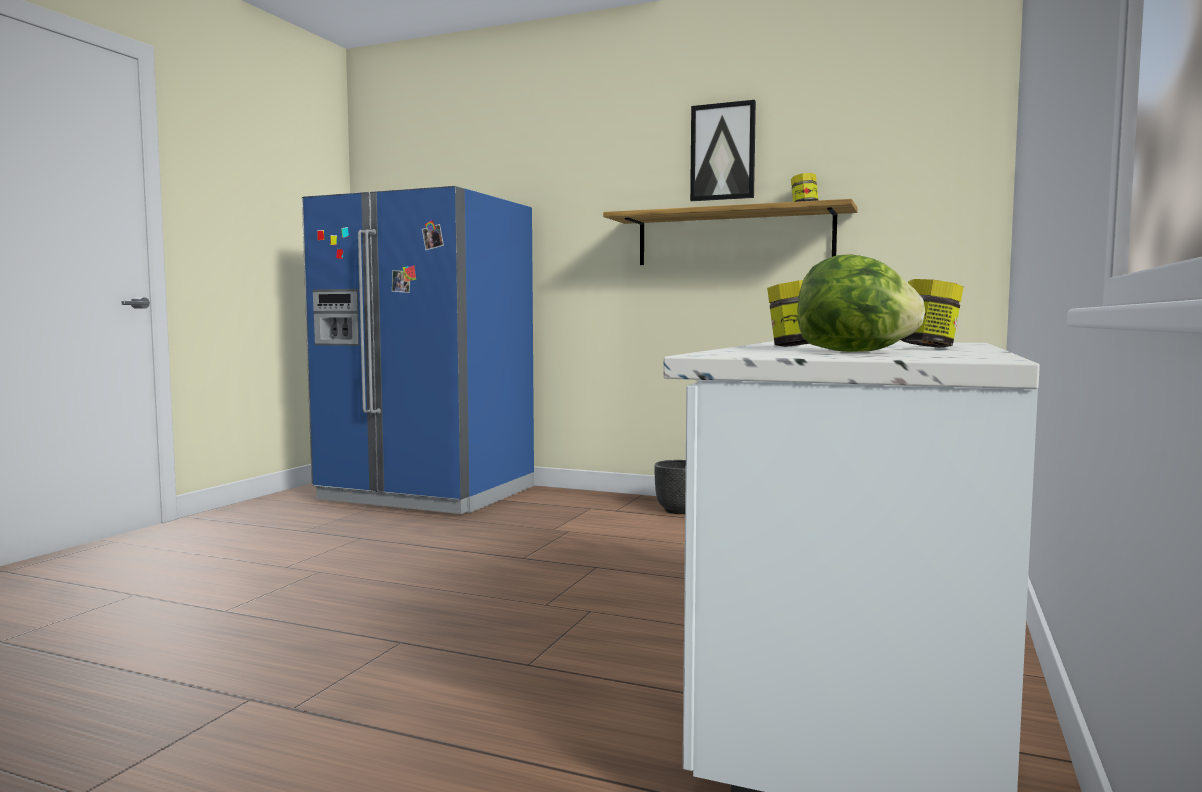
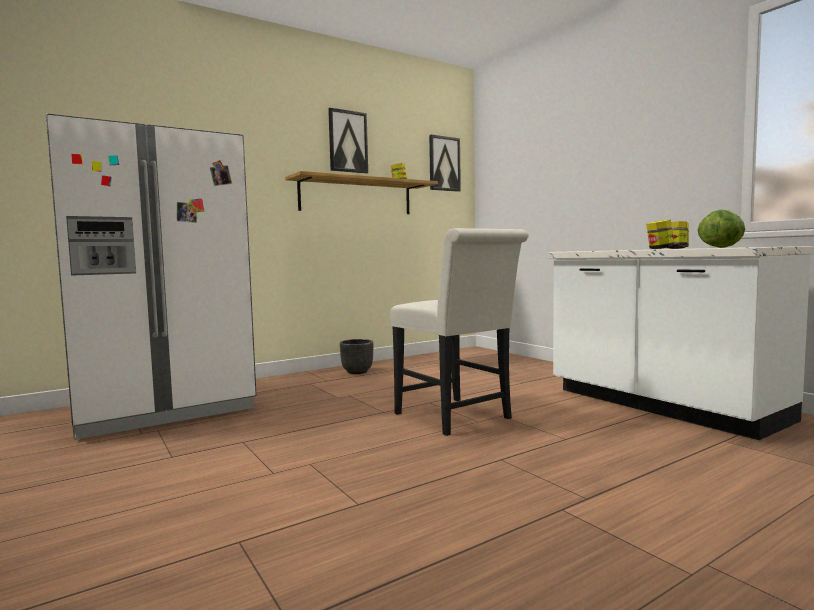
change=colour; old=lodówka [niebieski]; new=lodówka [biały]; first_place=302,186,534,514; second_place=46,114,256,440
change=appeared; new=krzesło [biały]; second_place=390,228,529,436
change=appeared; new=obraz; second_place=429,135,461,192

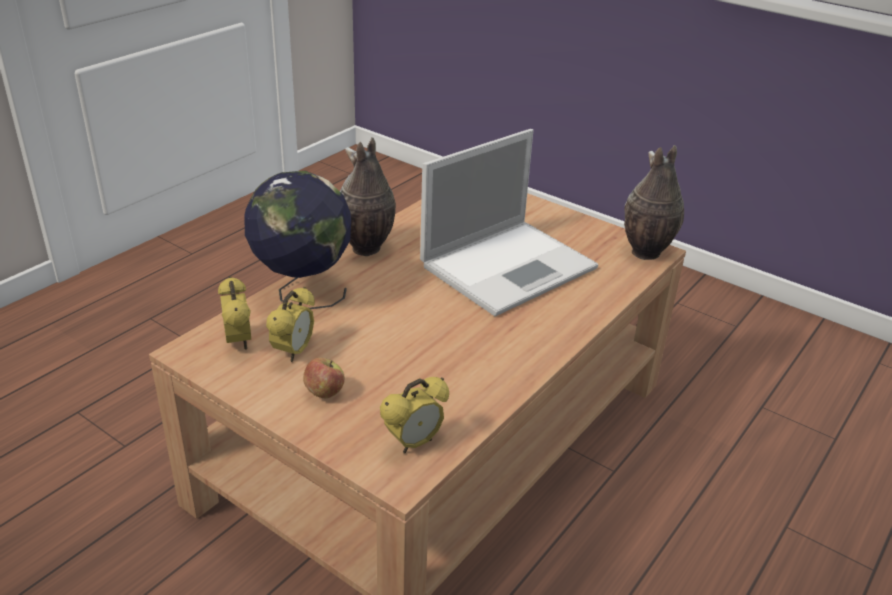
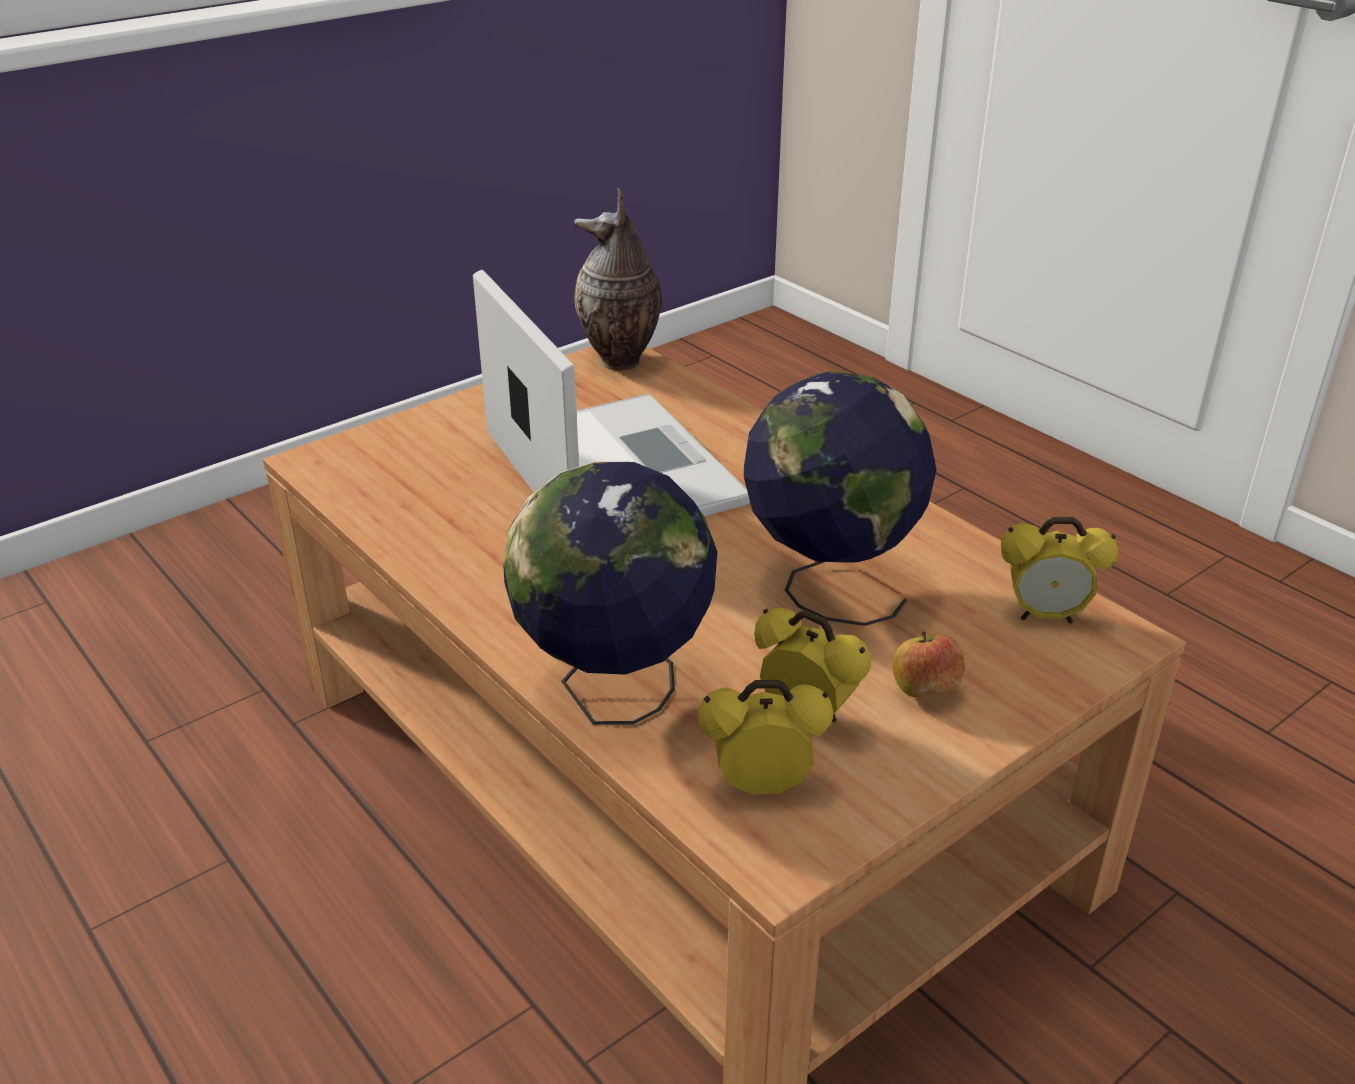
change=missing; old=wazon; first_place=340,137,396,256
change=spun; old=budzik; first_place=380,377,449,453; second_place=1000,517,1118,623; degrees=120
change=appeared; new=globus; second_place=744,371,937,626

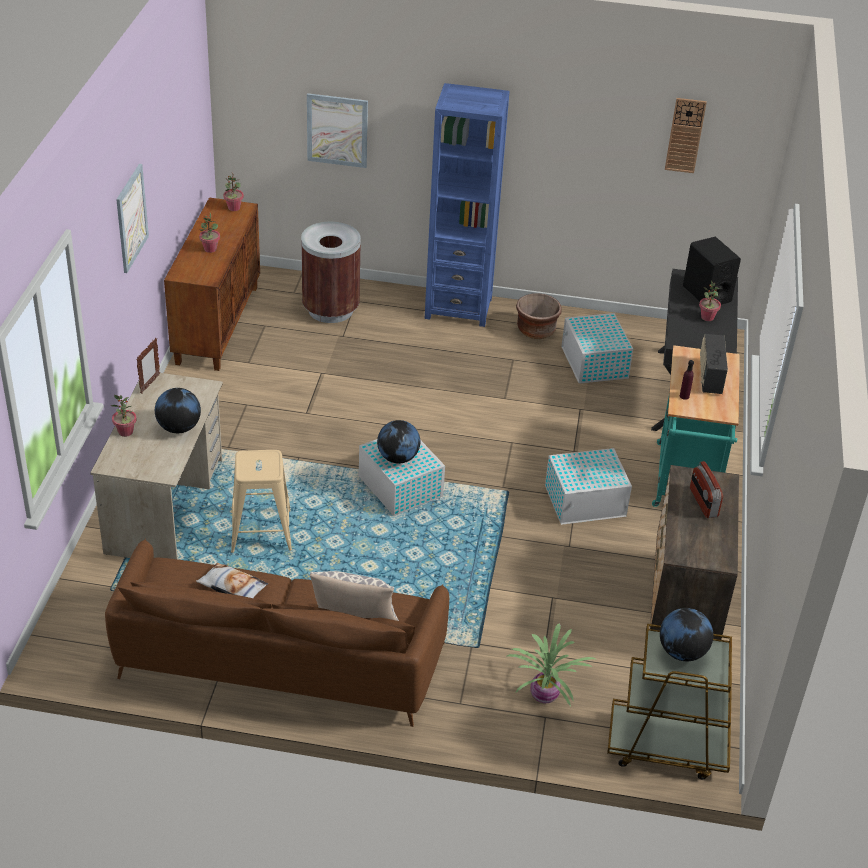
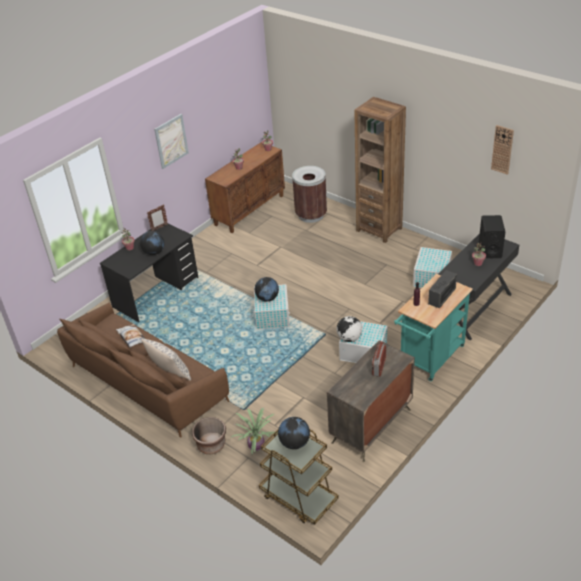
change=colour; old=biurko [beżowy]; new=biurko [czarny]; first_place=90,373,223,559; second_place=100,224,199,322
change=missing; old=stołek [beżowy]; first_place=231,450,292,553
change=missing; old=obraz; first_place=307,93,368,168
change=colour; old=regał [niebieski]; new=regał [brązowy]; first_place=425,83,510,327; second_place=354,97,406,243
change=relocated; old=donica [brązowy]; first_place=516,293,562,339; second_place=192,417,226,454
change=appeared; new=globus; second_place=336,316,362,342

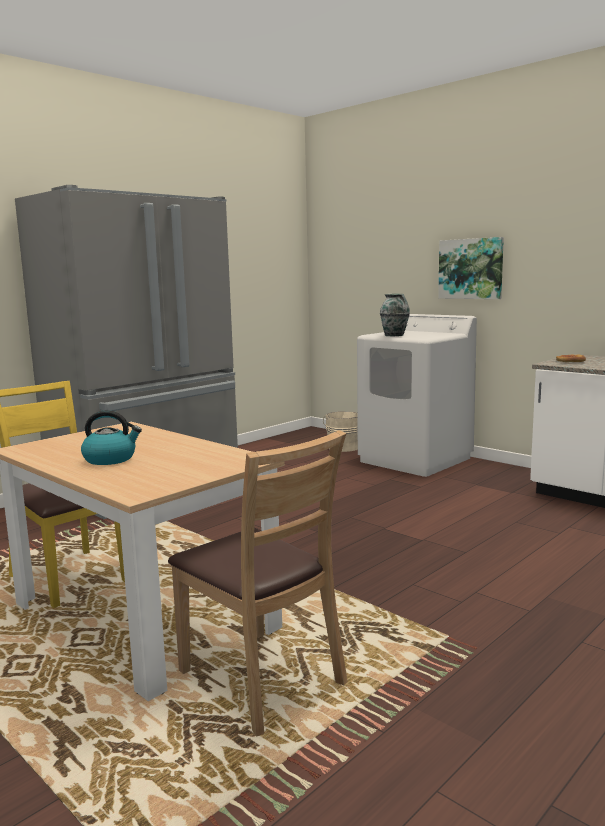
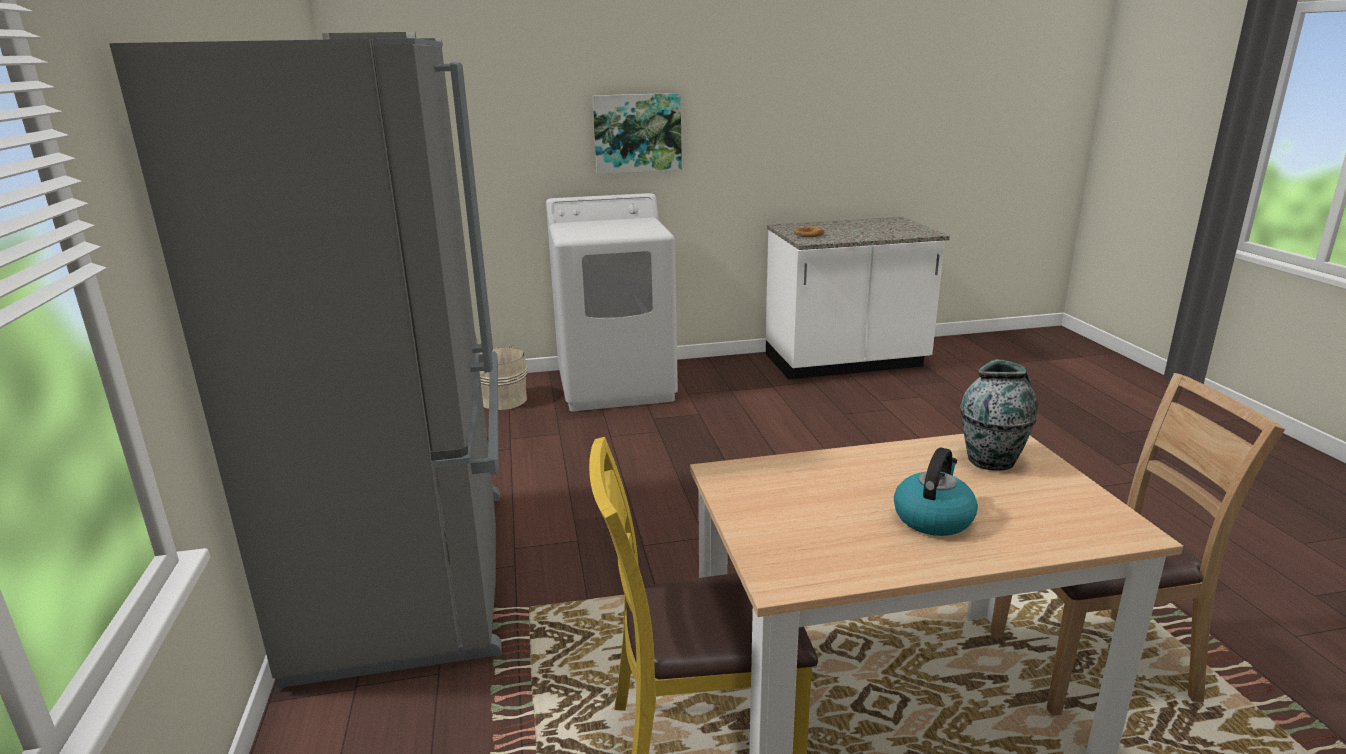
change=relocated; old=wazon; first_place=380,294,410,336; second_place=960,359,1038,471

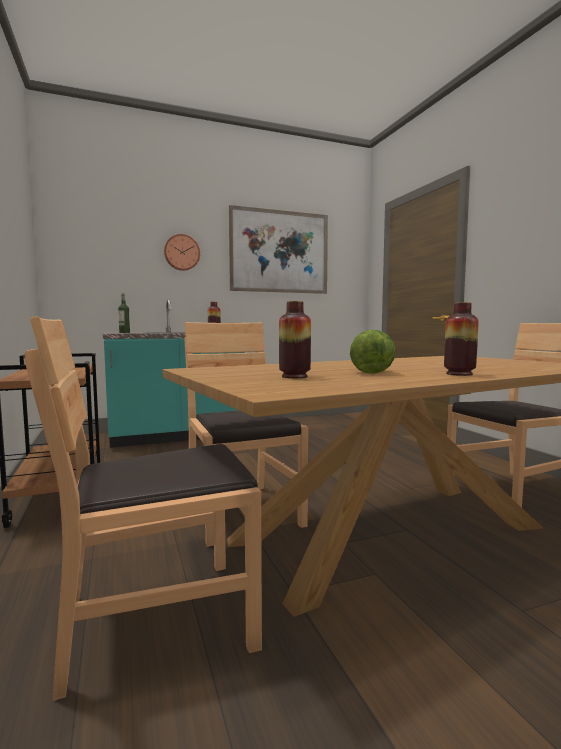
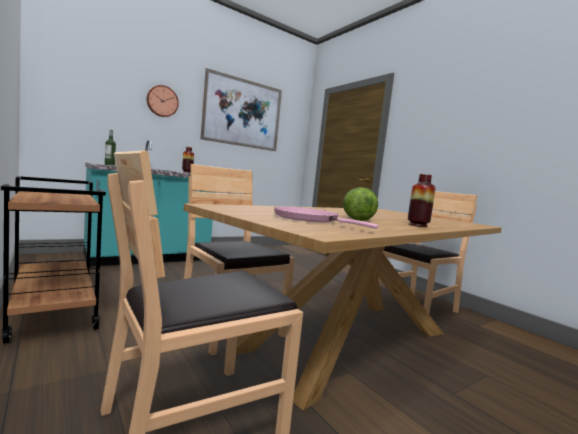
change=exchanged; old=wazon; new=patelnia [różowy]; first_place=279,301,311,378; second_place=274,207,379,229

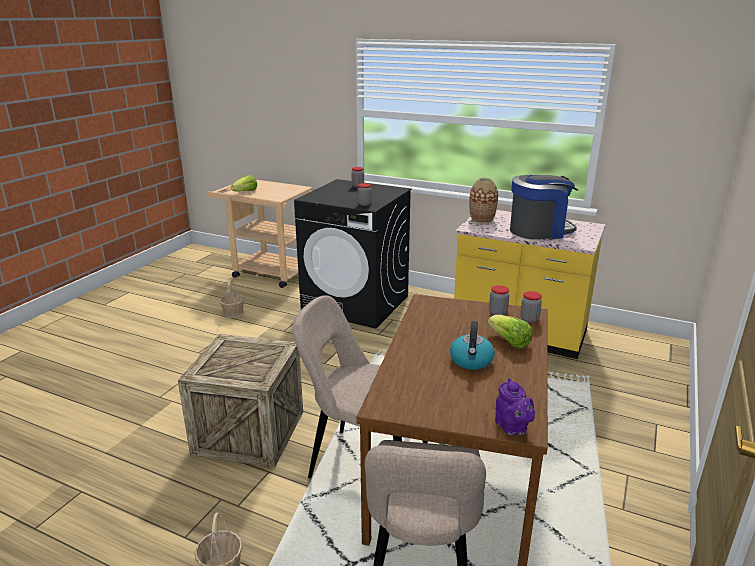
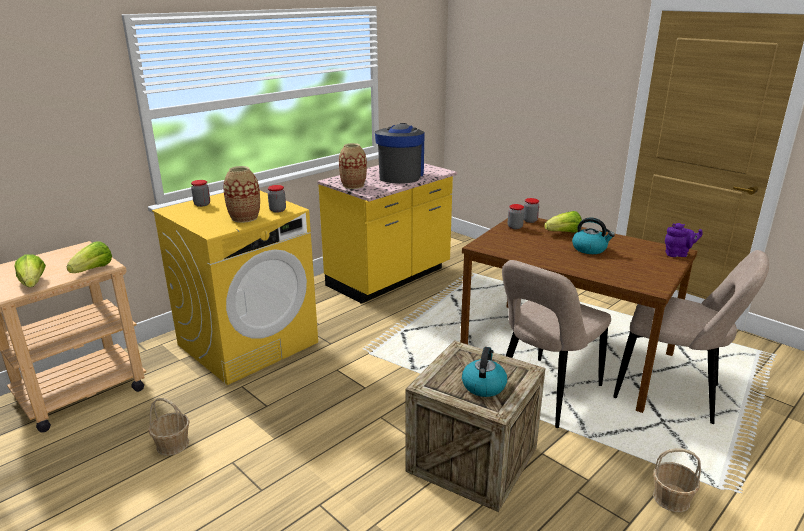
change=colour; old=pralka [czarny]; new=pralka [żółty]; first_place=294,179,412,329; second_place=152,191,318,385
change=appeared; new=sałata; second_place=67,241,112,273
change=appeared; new=wazon; second_place=223,166,260,223
change=appeared; new=czajnik; second_place=462,347,507,397

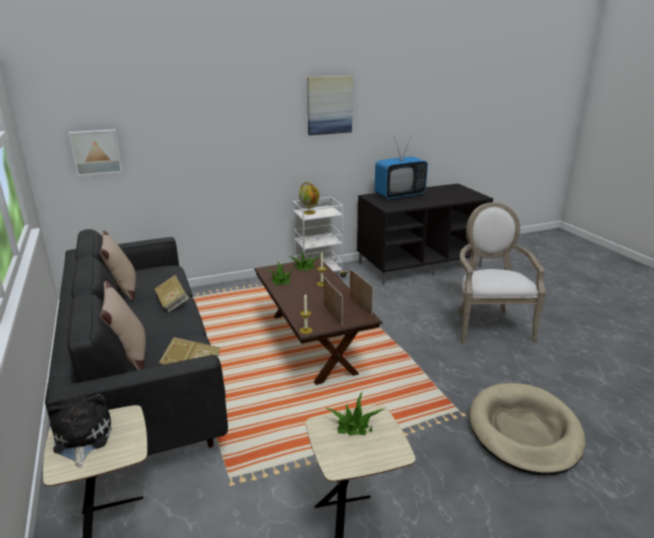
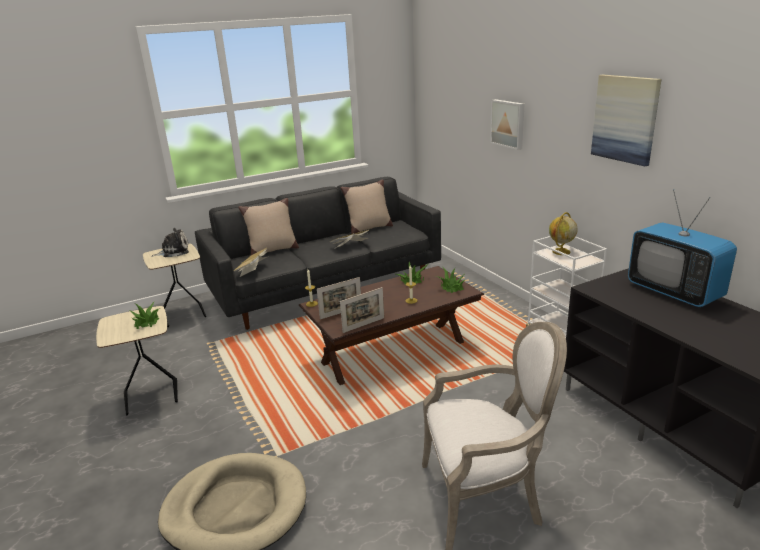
change=relocated; old=obraz; first_place=69,129,122,176; second_place=490,99,524,150

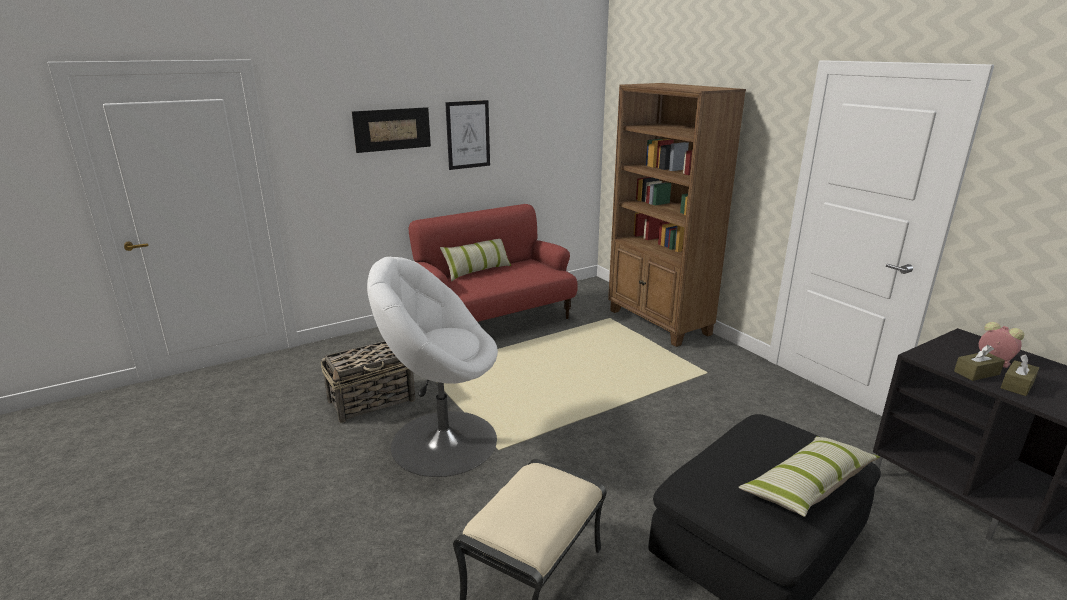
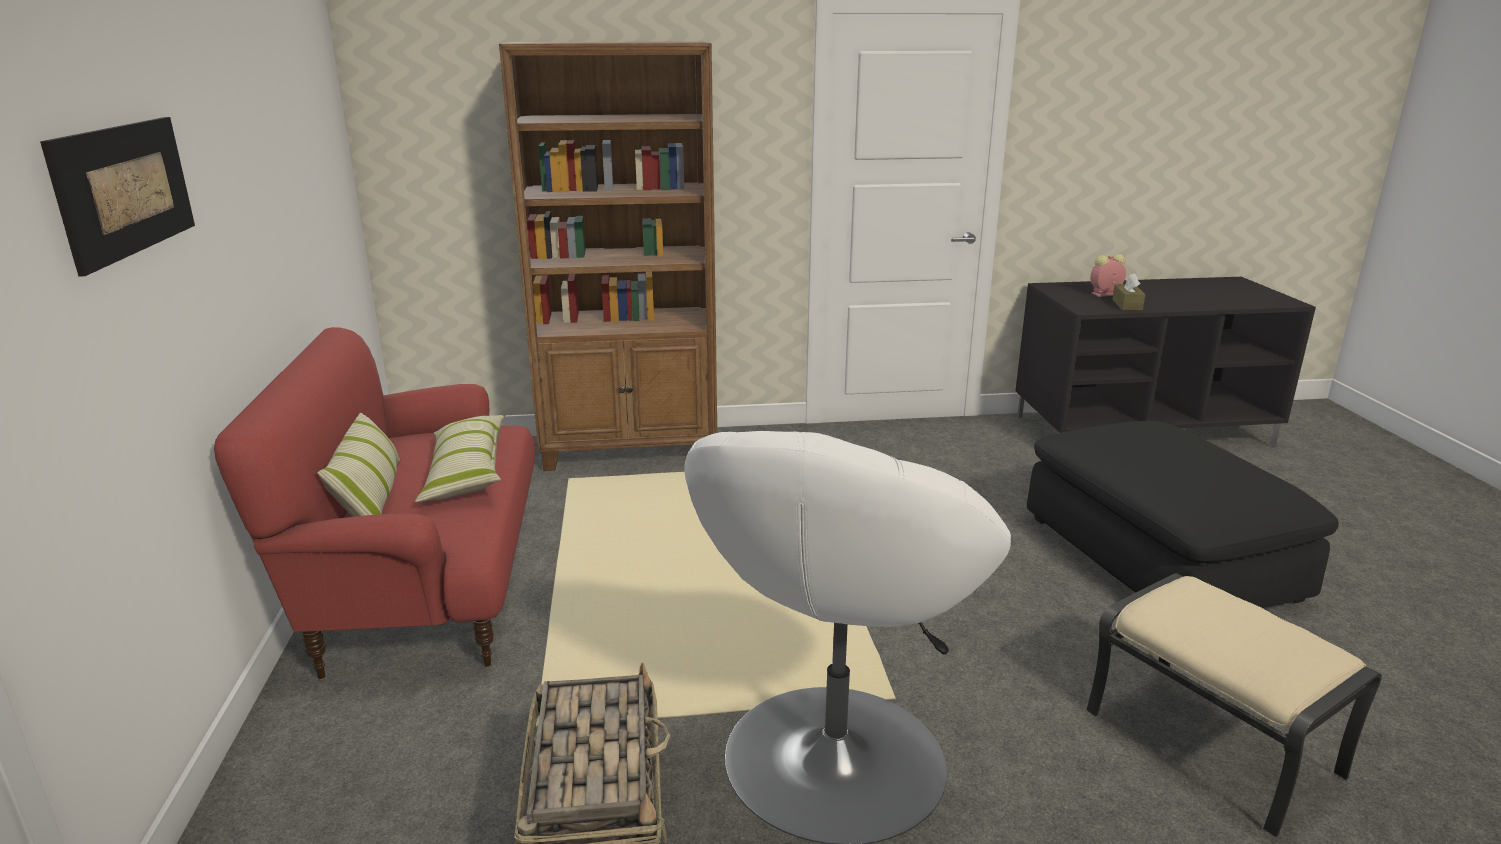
change=missing; old=obraz; first_place=445,100,490,170
change=relocated; old=poduszka; first_place=738,436,880,517; second_place=415,415,505,502
change=missing; old=pudełko chusteczek [brązowy]; first_place=1001,355,1039,396

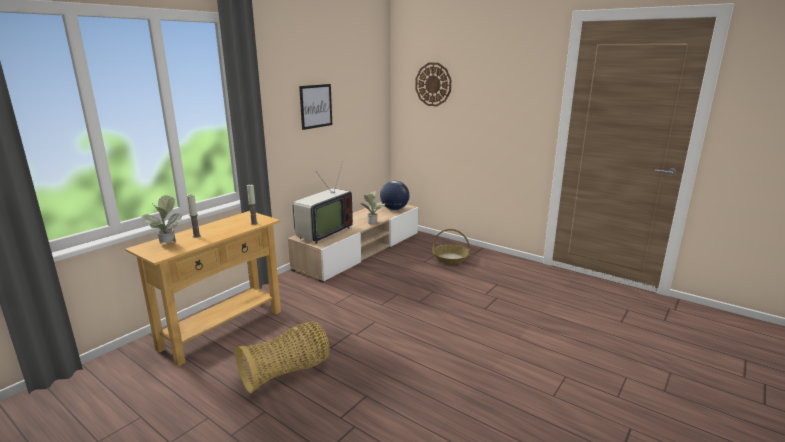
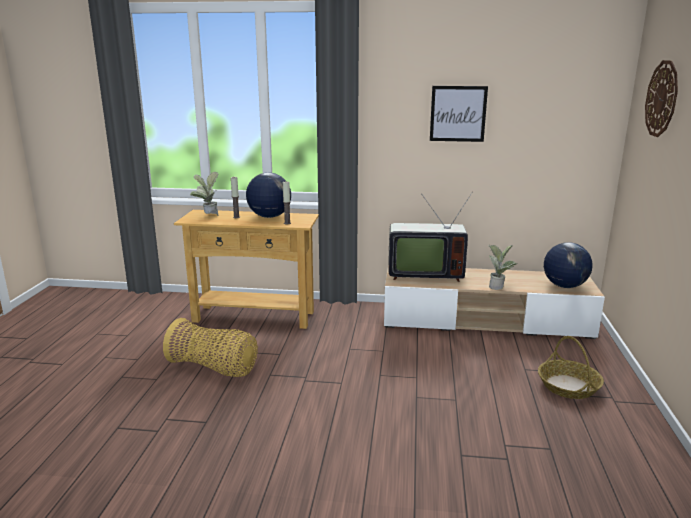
change=appeared; new=globus; second_place=246,172,291,218

